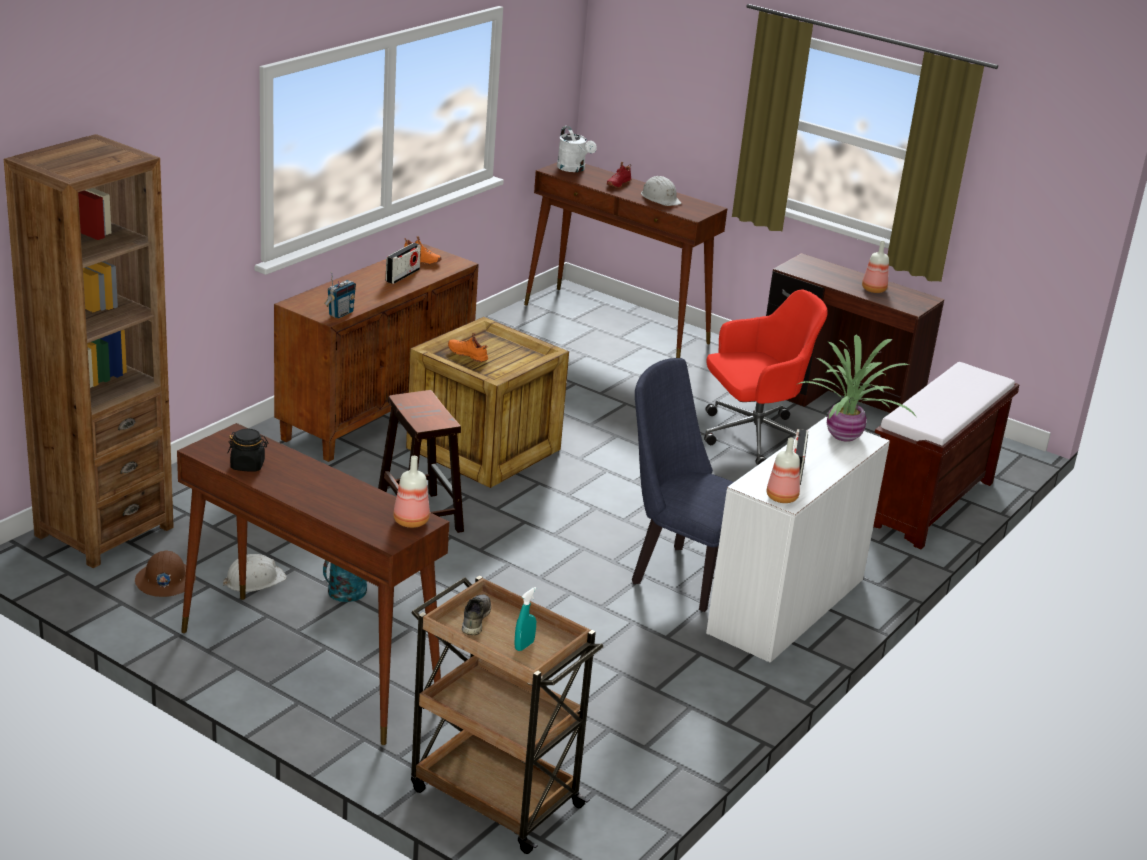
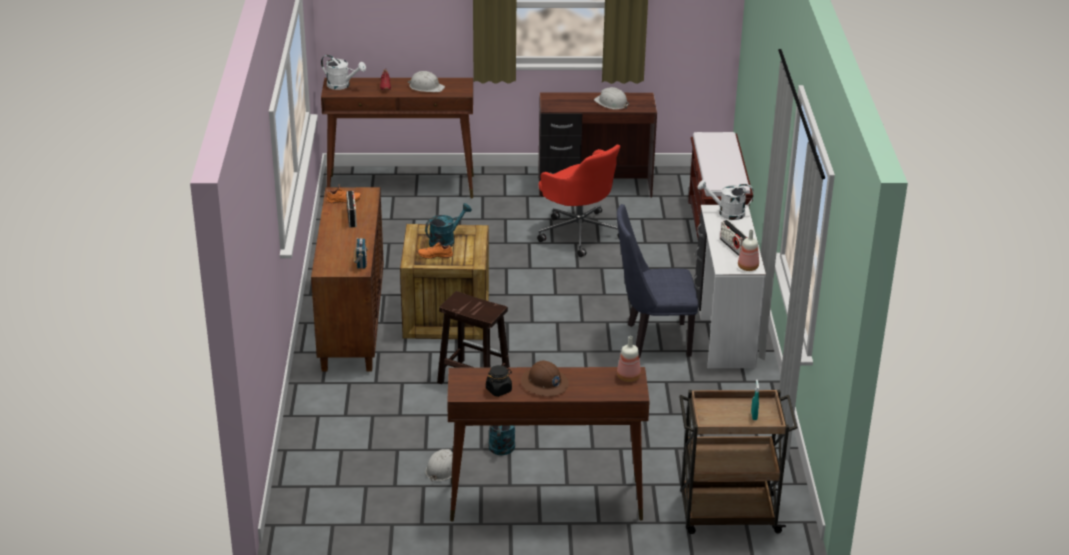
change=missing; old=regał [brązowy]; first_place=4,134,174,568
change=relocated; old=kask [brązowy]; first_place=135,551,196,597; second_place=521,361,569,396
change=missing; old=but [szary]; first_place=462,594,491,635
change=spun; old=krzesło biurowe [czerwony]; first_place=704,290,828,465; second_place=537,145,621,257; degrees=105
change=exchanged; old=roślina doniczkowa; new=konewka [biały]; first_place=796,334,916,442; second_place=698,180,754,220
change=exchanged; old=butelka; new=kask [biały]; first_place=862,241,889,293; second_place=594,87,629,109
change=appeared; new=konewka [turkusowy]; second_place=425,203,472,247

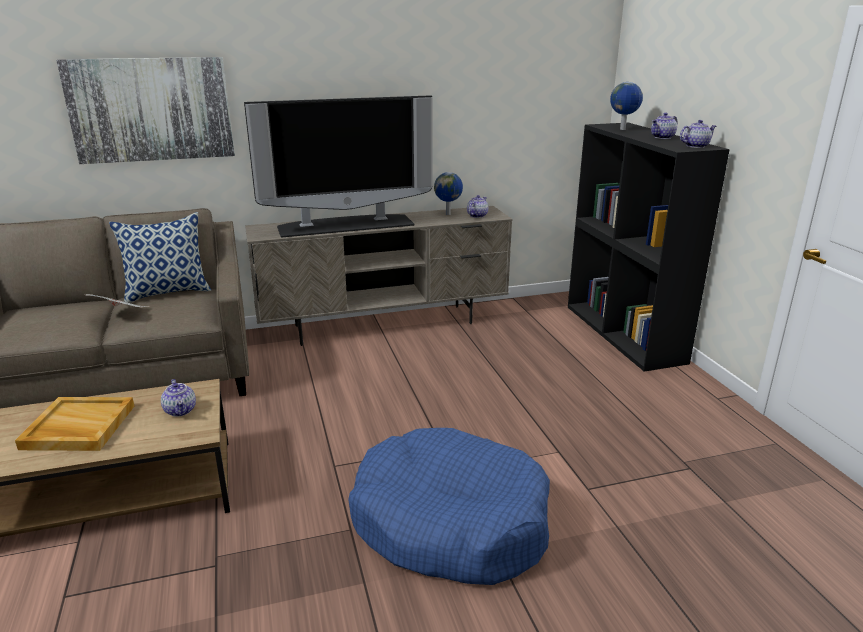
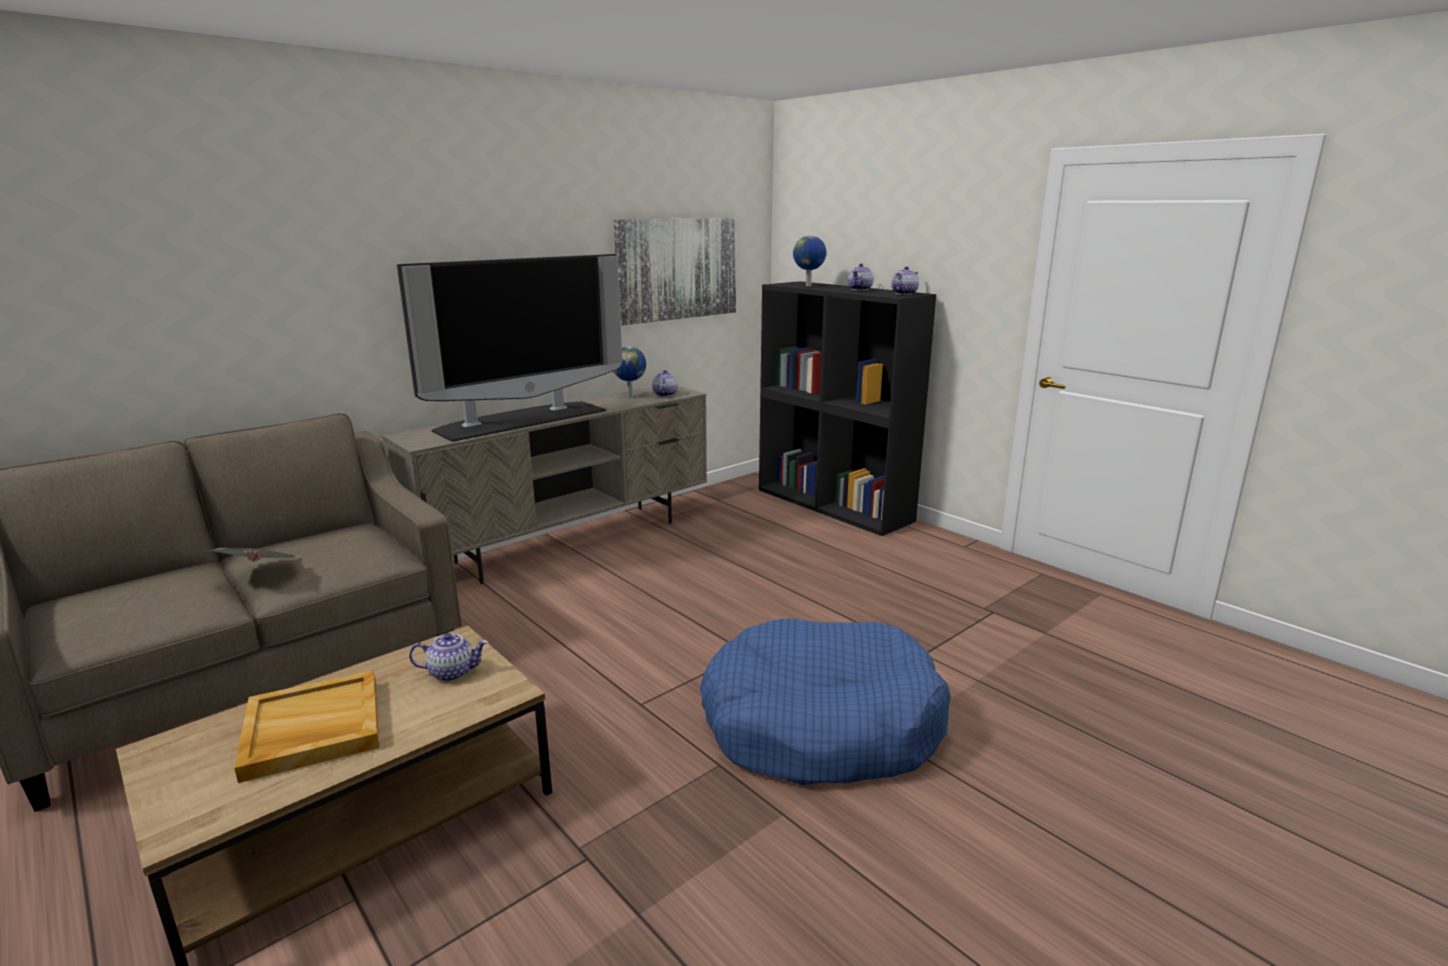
change=relocated; old=obraz; first_place=56,57,235,164; second_place=614,218,736,325
change=missing; old=poduszka; first_place=109,212,211,303
change=spun; old=imbryk; first_place=161,379,196,417; second_place=409,633,488,682; degrees=-45

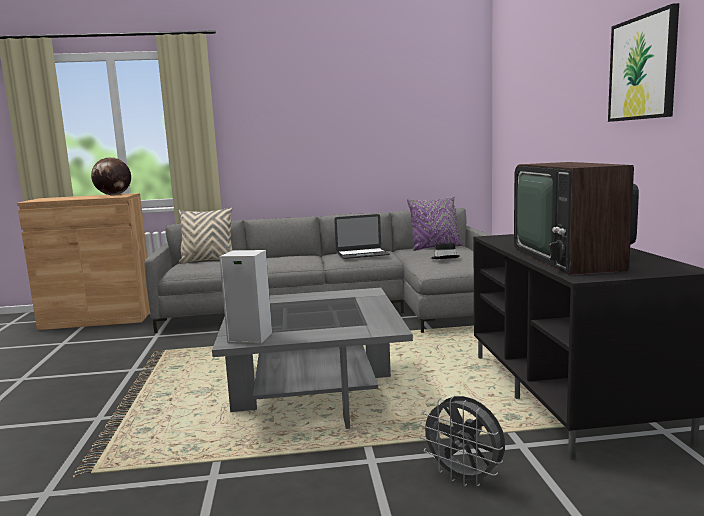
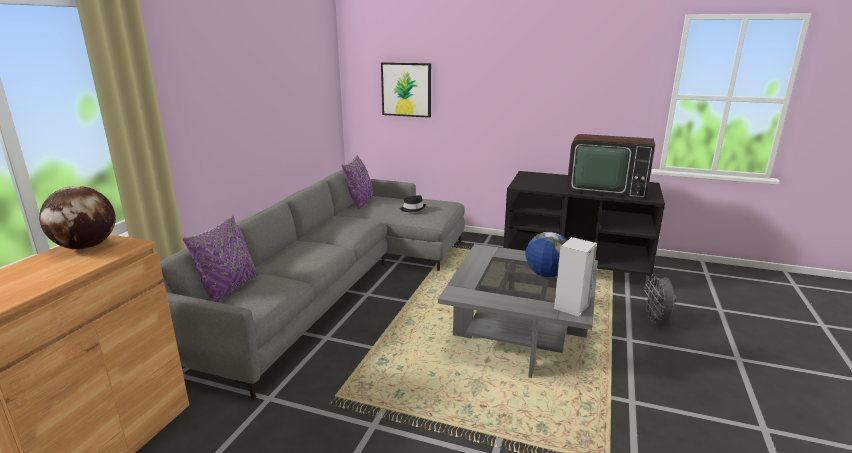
change=colour; old=poduszka [beżowy]; new=poduszka [fioletowy]; first_place=179,208,232,264; second_place=182,216,259,302
change=missing; old=laptop; first_place=334,214,390,259
change=spun; old=wentylator [szary]; first_place=419,396,505,487; second_place=644,274,677,323; degrees=120
change=relocated; old=obraz; first_place=608,3,679,122; second_place=381,62,431,118
change=appeared; new=globus; second_place=525,232,567,277

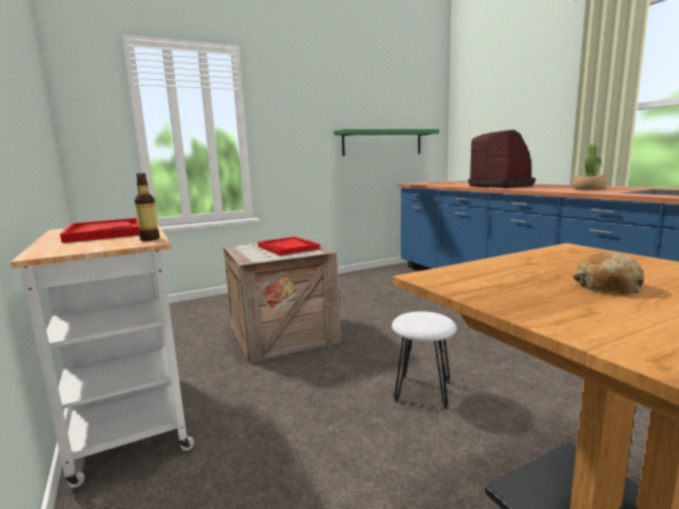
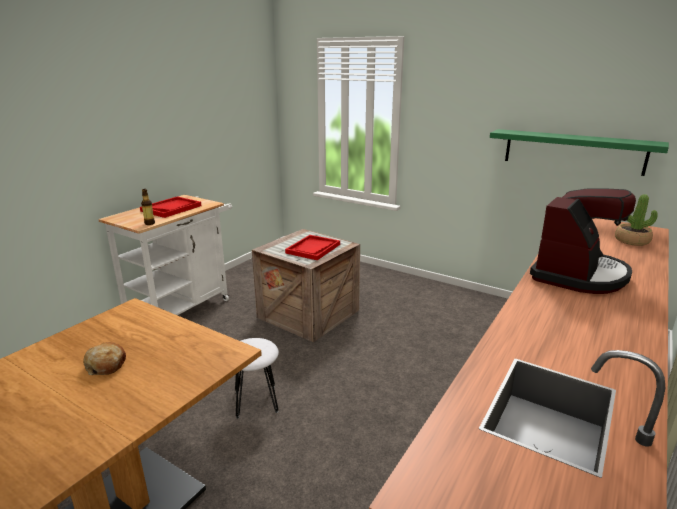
change=relocated; old=roślina doniczkowa; first_place=573,144,607,190; second_place=615,194,657,246

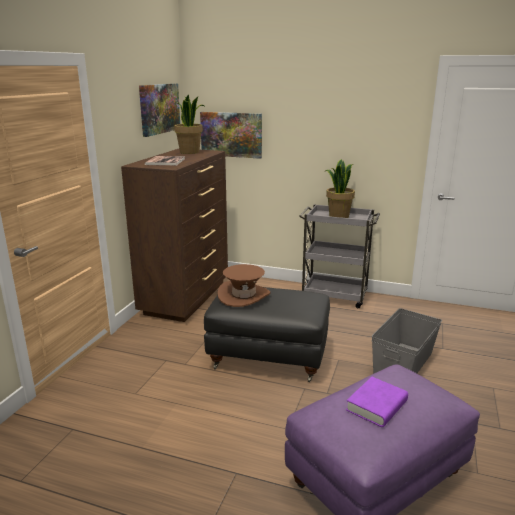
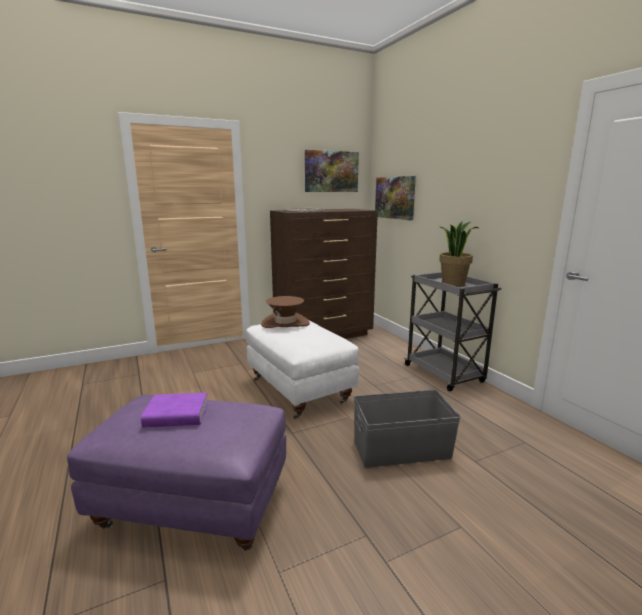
change=missing; old=roślina doniczkowa; first_place=174,94,204,154
change=colour; old=pufa [czarny]; new=pufa [biały]; first_place=204,287,330,382; second_place=246,320,359,419

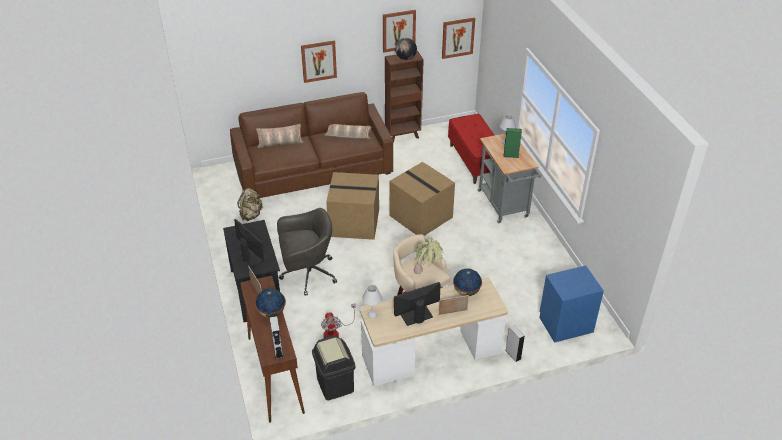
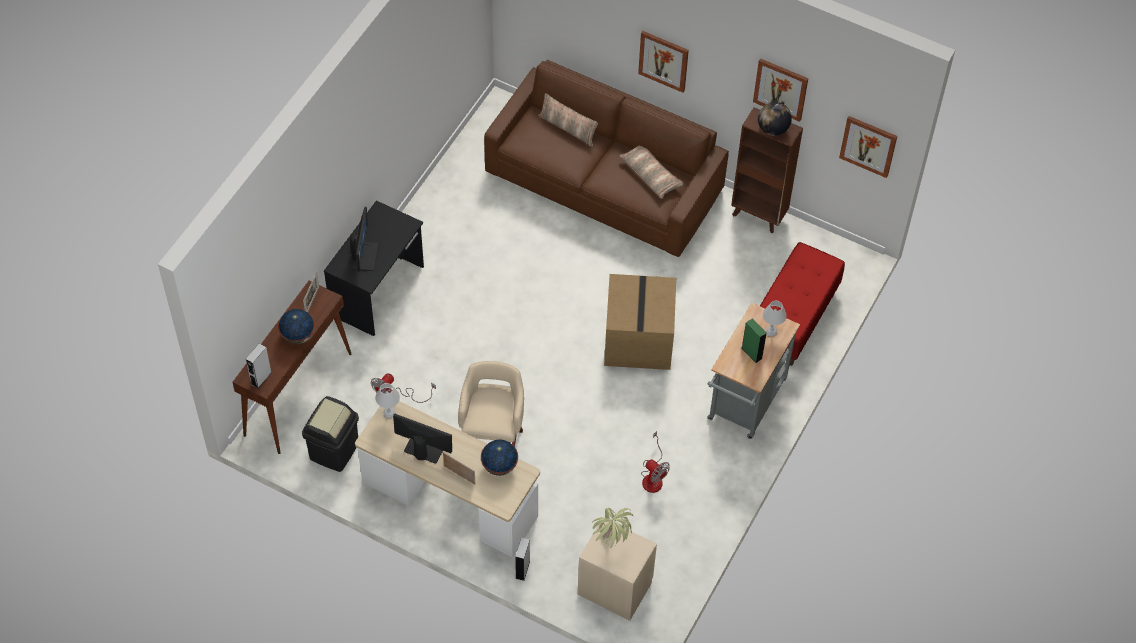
change=missing; old=plecak [beżowy]; first_place=237,188,263,221
change=missing; old=krzesło biurowe [szary]; first_place=277,208,337,296
change=missing; old=karton; first_place=326,172,379,240
change=relocated; old=roślina doniczkowa; first_place=414,237,443,274; second_place=592,508,633,548
change=colour; old=szafka nocna [niebieski]; new=szafka nocna [beżowy]; first_place=539,266,604,343; second_place=578,521,657,621
change=appeared; new=wentylator; second_place=641,431,670,493

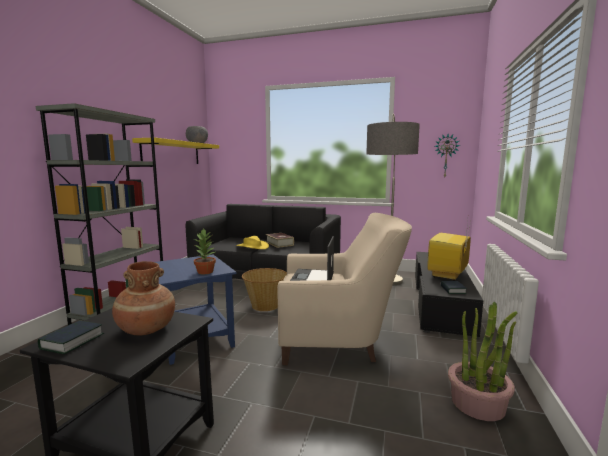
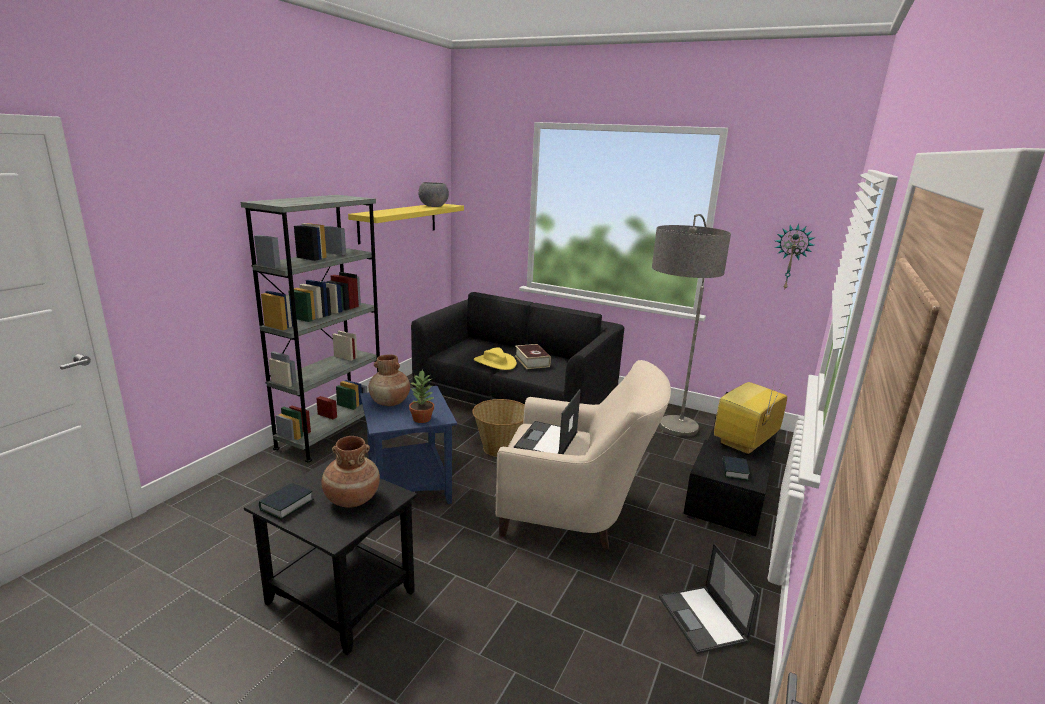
change=exchanged; old=roślina doniczkowa; new=laptop; first_place=448,302,517,421; second_place=659,544,760,654
change=appeared; new=wazon [brązowy]; second_place=368,354,410,406

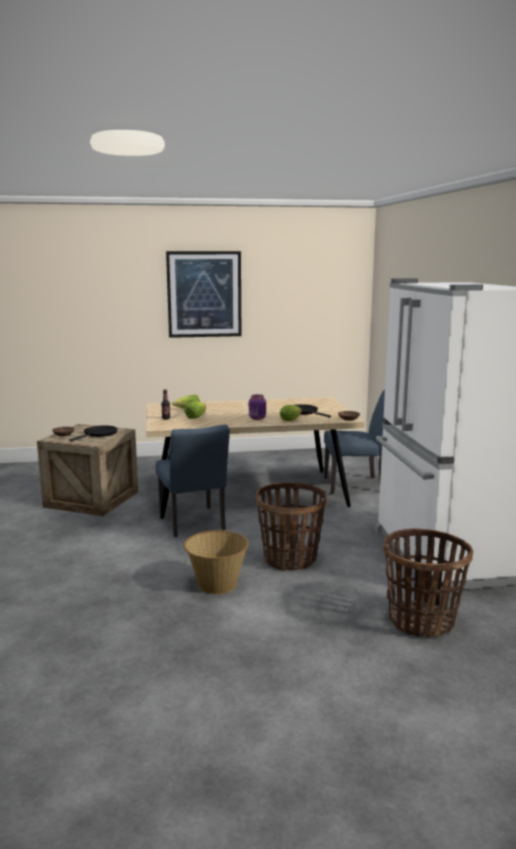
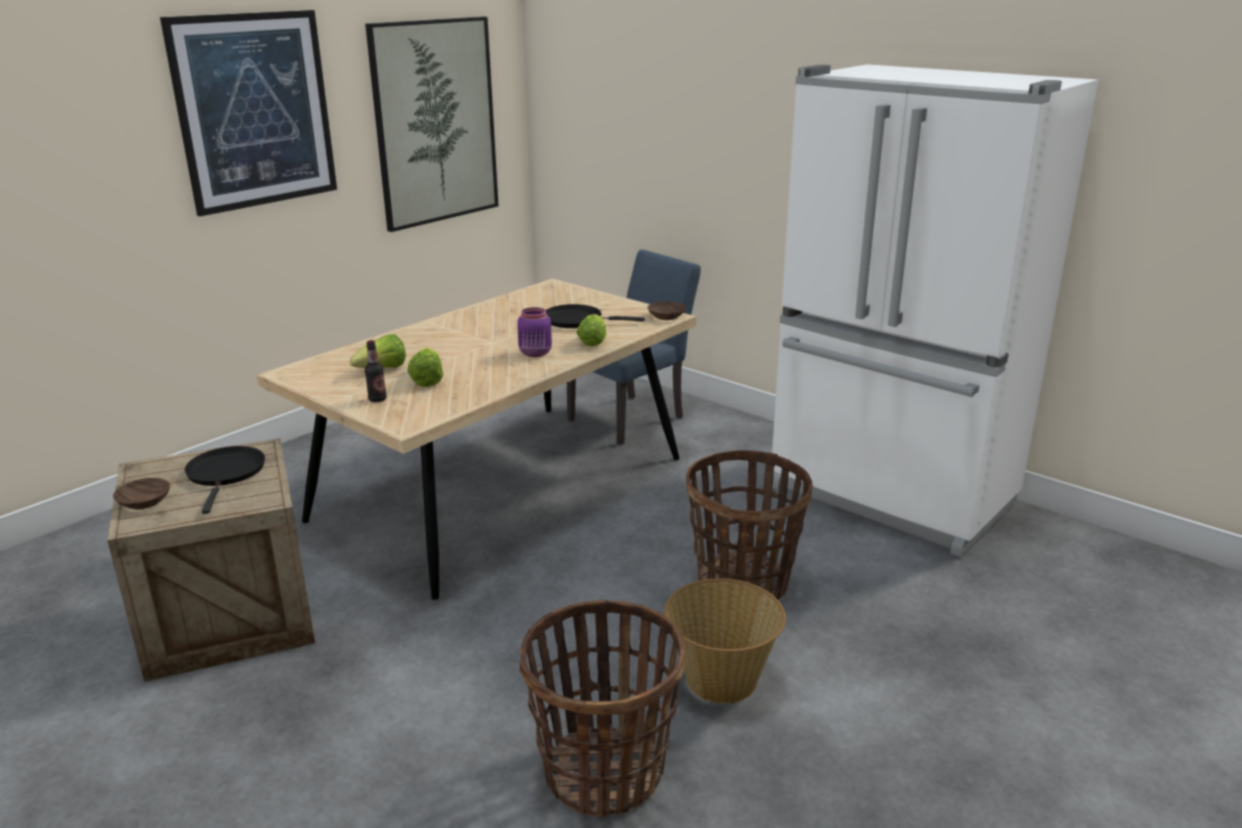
change=missing; old=krzesło [niebieski]; first_place=156,425,230,537
change=relocated; old=koszyk; first_place=383,529,473,637; second_place=519,600,685,818
change=appeared; new=obraz; second_place=365,17,499,232

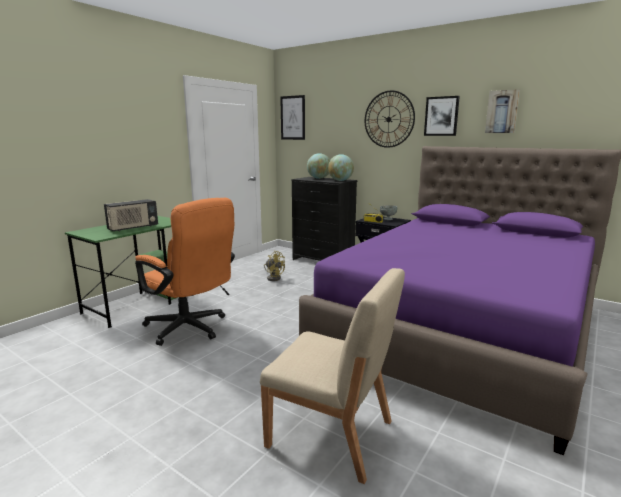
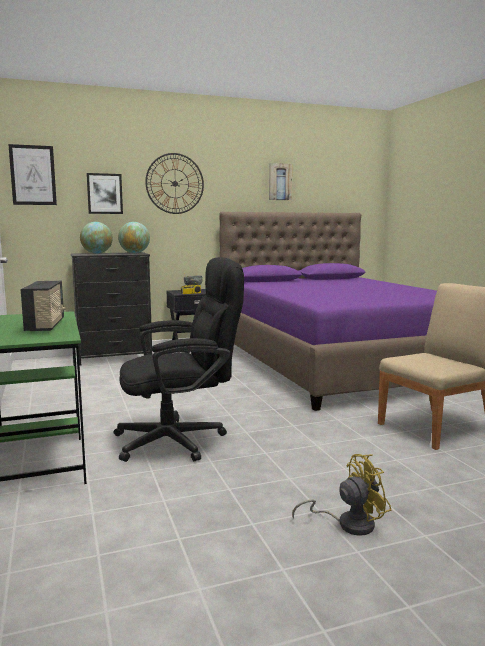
change=colour; old=krzesło biurowe [pomarańczowy]; new=krzesło biurowe [czarny]; first_place=135,198,235,346; second_place=114,257,244,462
change=relocated; old=wentylator [żółty]; first_place=264,251,285,281; second_place=292,454,391,536
change=relocated; old=obraz; first_place=424,96,460,136; second_place=86,173,123,214

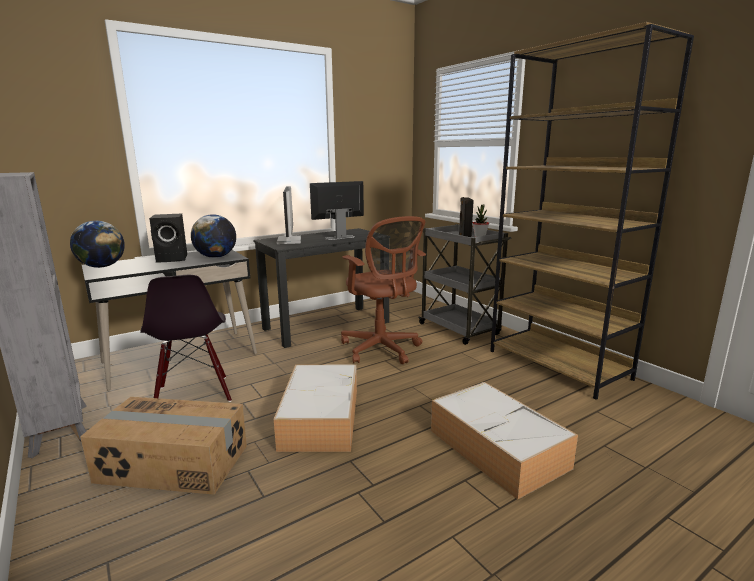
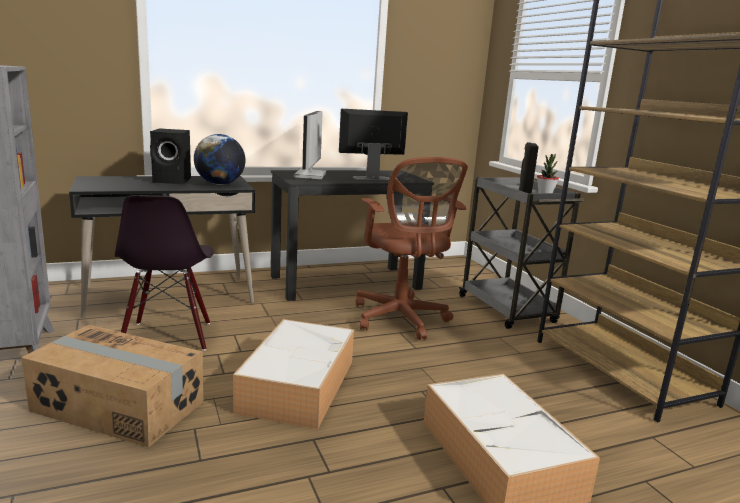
change=missing; old=globus; first_place=70,221,125,268

